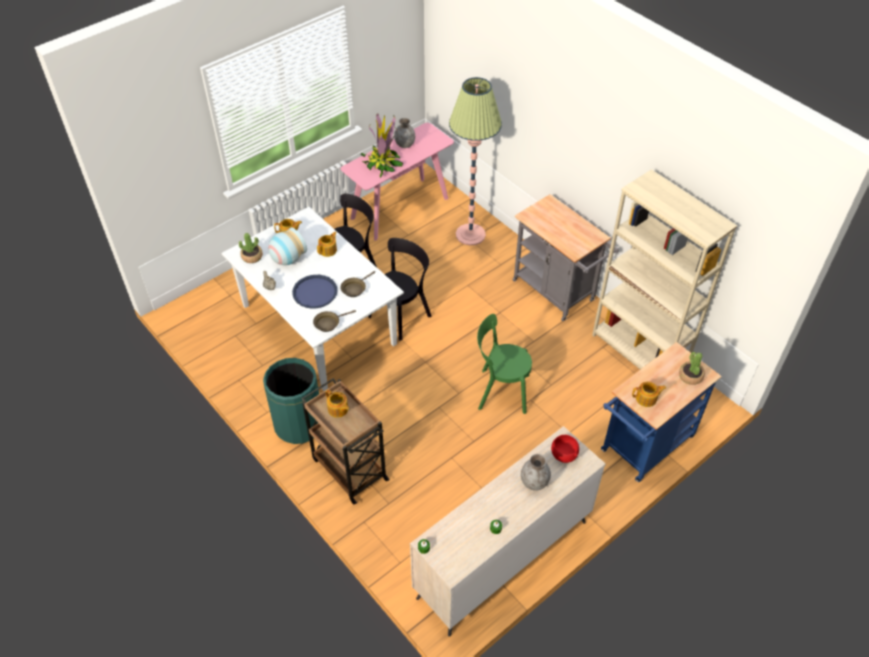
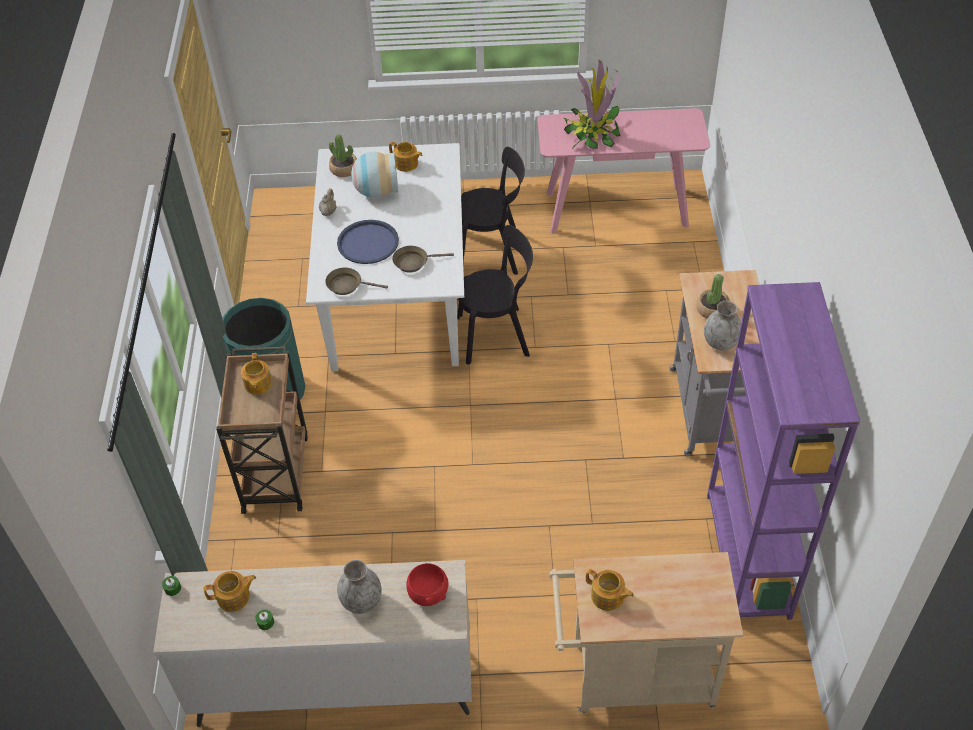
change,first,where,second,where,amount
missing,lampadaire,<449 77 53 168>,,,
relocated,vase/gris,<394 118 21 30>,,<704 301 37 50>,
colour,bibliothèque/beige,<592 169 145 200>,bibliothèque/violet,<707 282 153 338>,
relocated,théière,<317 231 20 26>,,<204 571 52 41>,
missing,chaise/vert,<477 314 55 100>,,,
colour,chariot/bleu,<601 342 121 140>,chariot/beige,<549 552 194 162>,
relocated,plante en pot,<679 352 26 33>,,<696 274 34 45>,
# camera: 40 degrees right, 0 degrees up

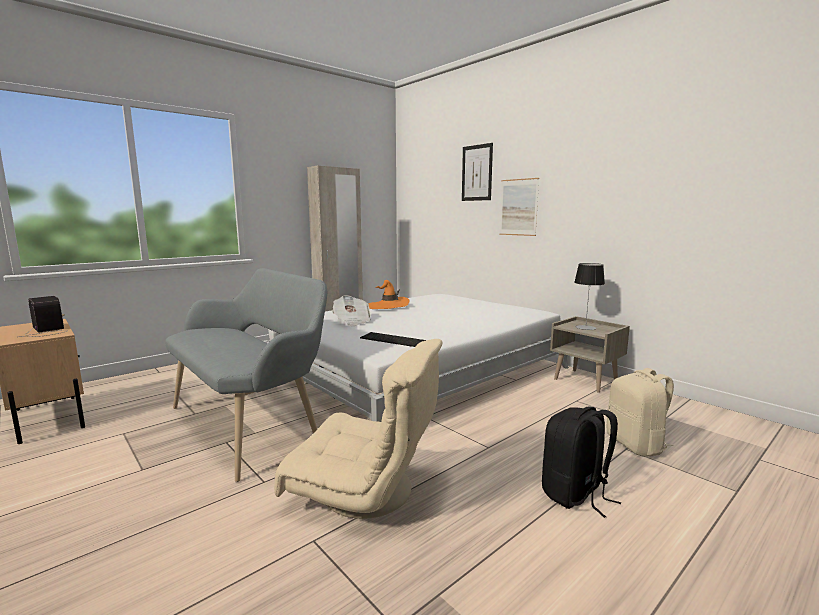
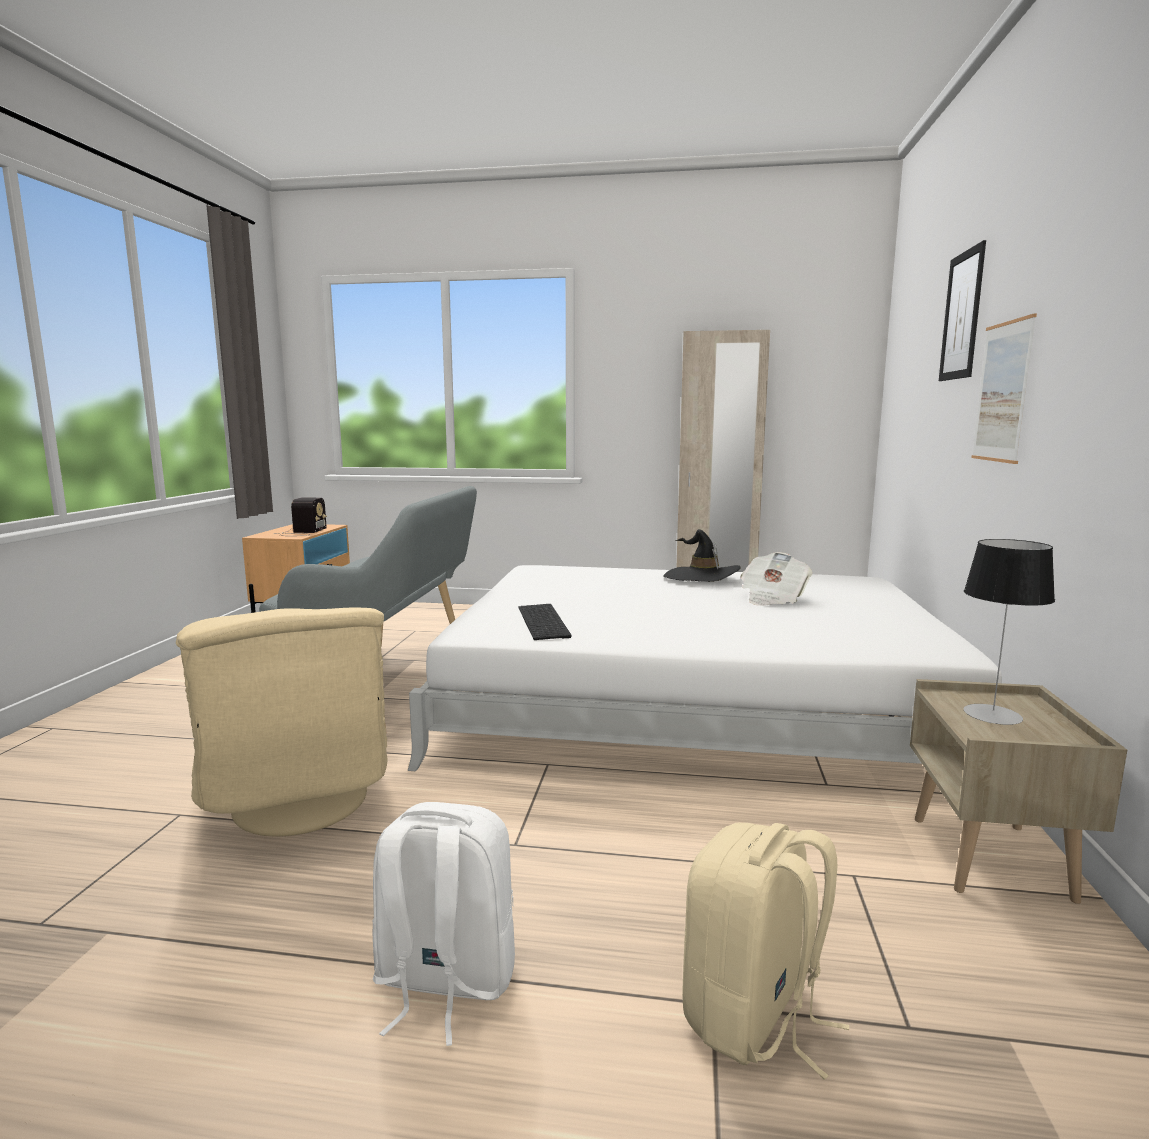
change,first,where,second,where,amount
colour,chapeau/orange,<369 280 40 29>,chapeau/noir,<663 529 78 53>,
relocated,journal,<332 295 39 31>,,<740 552 72 54>,
colour,sac à dos/noir,<542 406 79 112>,sac à dos/blanc,<372 802 143 244>,
# camera: 50 degrees right, 0 degrees up

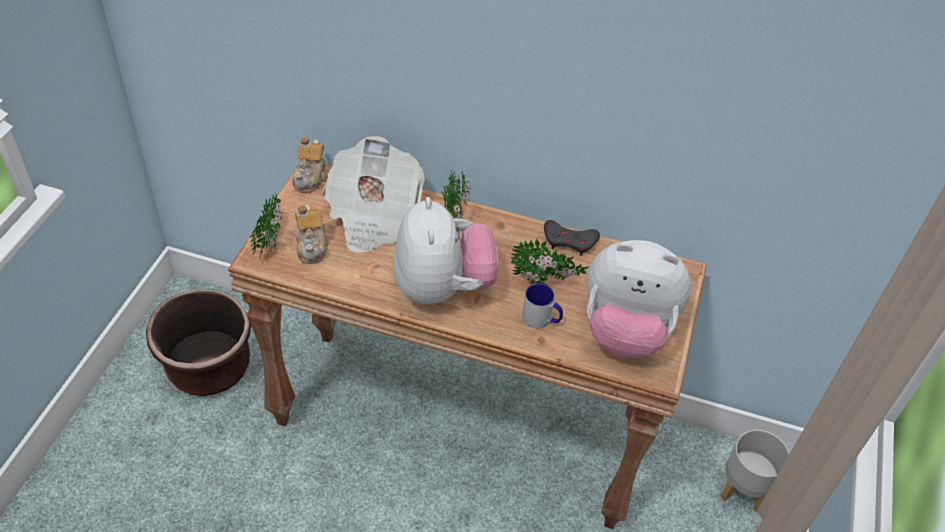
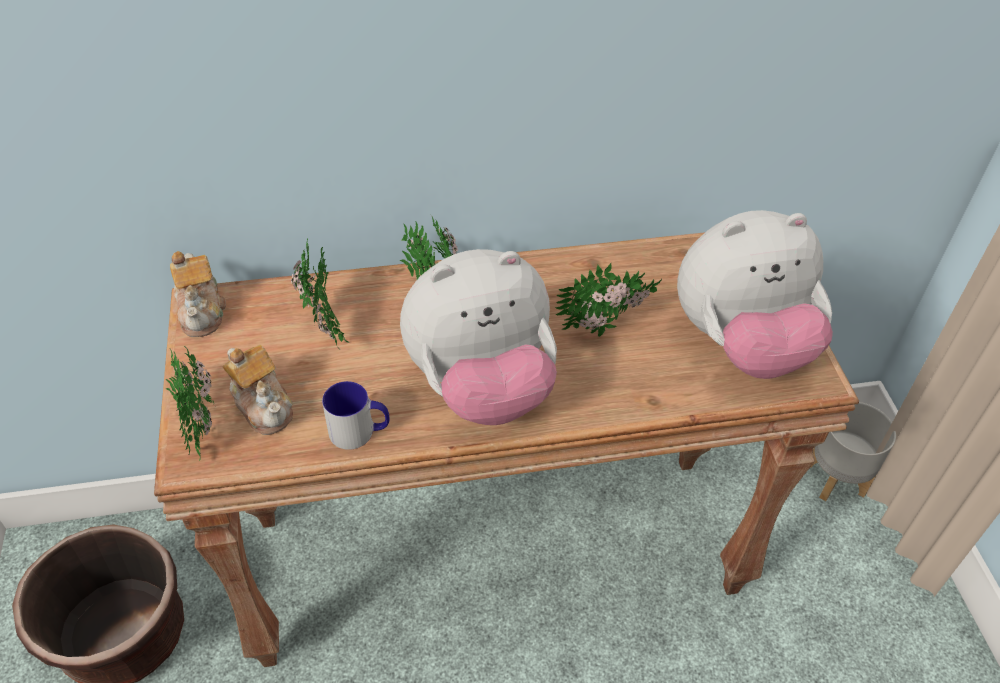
change,first,where,second,where,amount
exchanged,journal,<323 136 102 117>,plante en pot,<291 238 58 109>,
spun,peluche,<393 197 105 107>,,<400 249 157 176>,105 degrees clockwise
missing,manette/gris,<544 220 56 36>,,,
relocated,mug,<522 284 41 44>,,<322 381 67 69>,
# camera: 25 degrees left, 0 degrees up

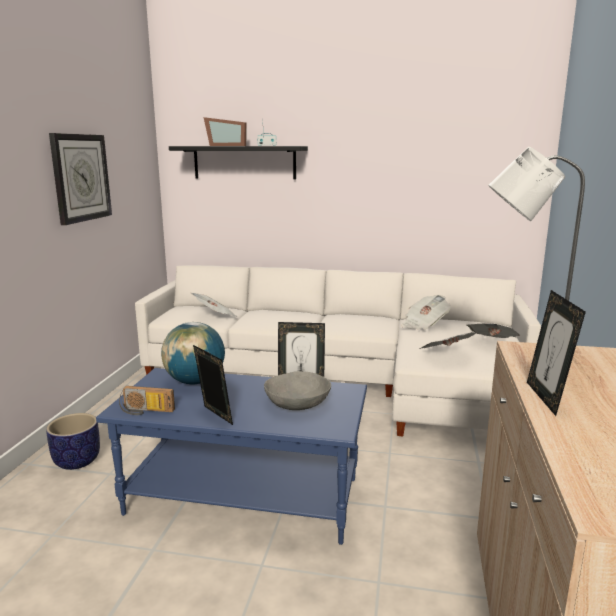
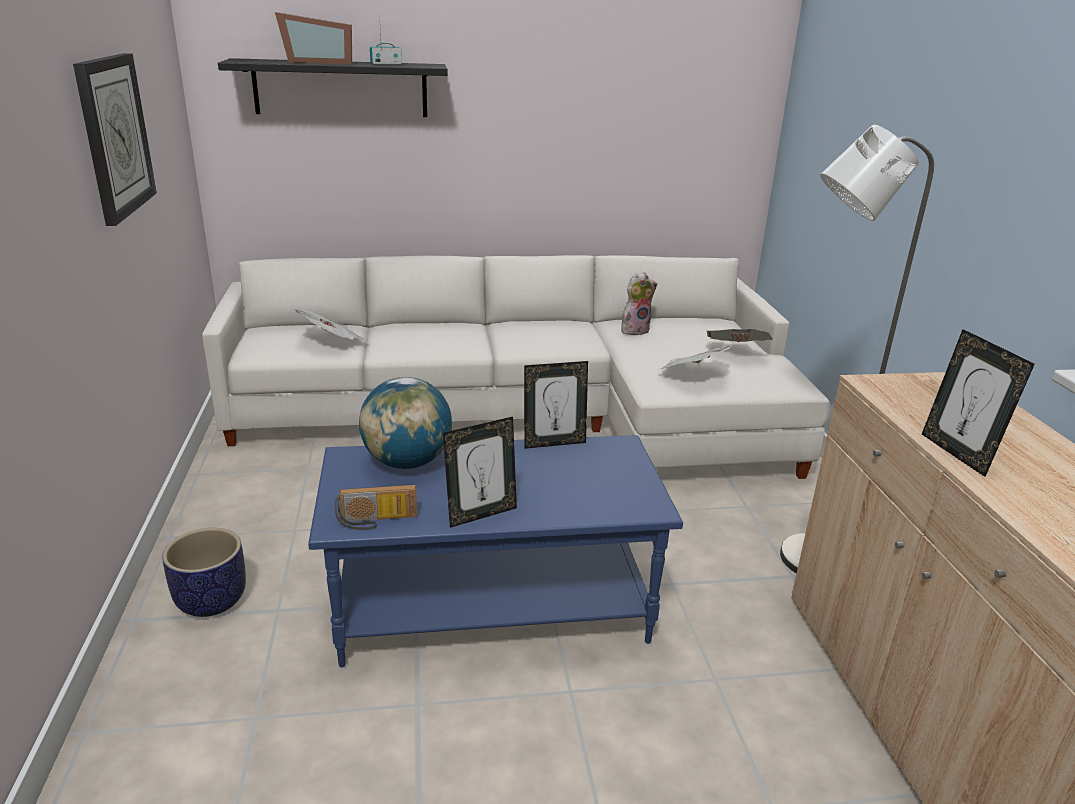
change,first,where,second,where,amount
exchanged,journal,<401 295 50 35>,peluche,<621 272 36 63>,
spun,cadre photo,<193 345 40 80>,,<443 417 74 111>,120 degrees clockwise
missing,bol/gris,<264 371 67 39>,,,
# camera: 20 degrees left, 10 degrees up

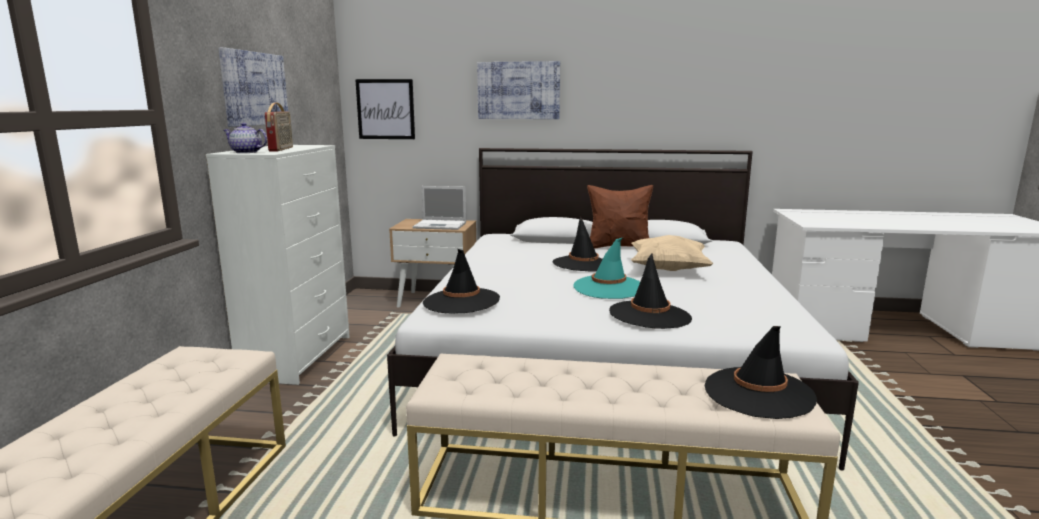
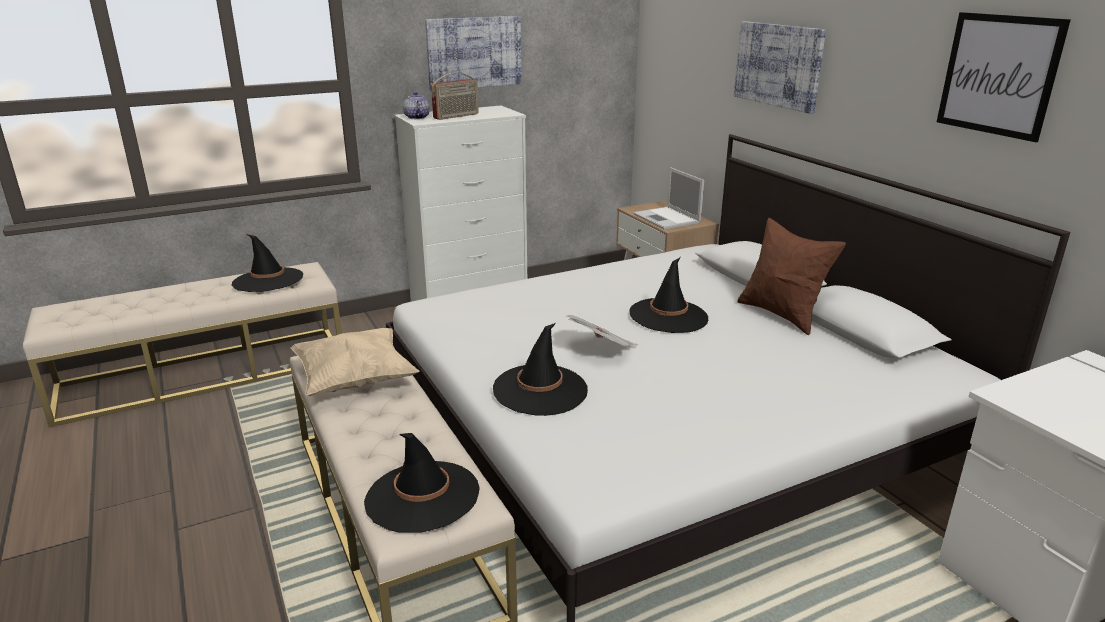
change,first,where,second,where,amount
relocated,tableau,<355 79 60 60>,,<937 12 134 130>,
relocated,coussin/beige,<631 235 82 36>,,<290 328 130 68>,
exchanged,chapeau/turquoise,<573 238 67 61>,journal,<566 315 72 32>,
relocated,chapeau/noir,<423 249 77 65>,,<232 234 71 58>,
# camera: 55 degrees right, 10 degrees up

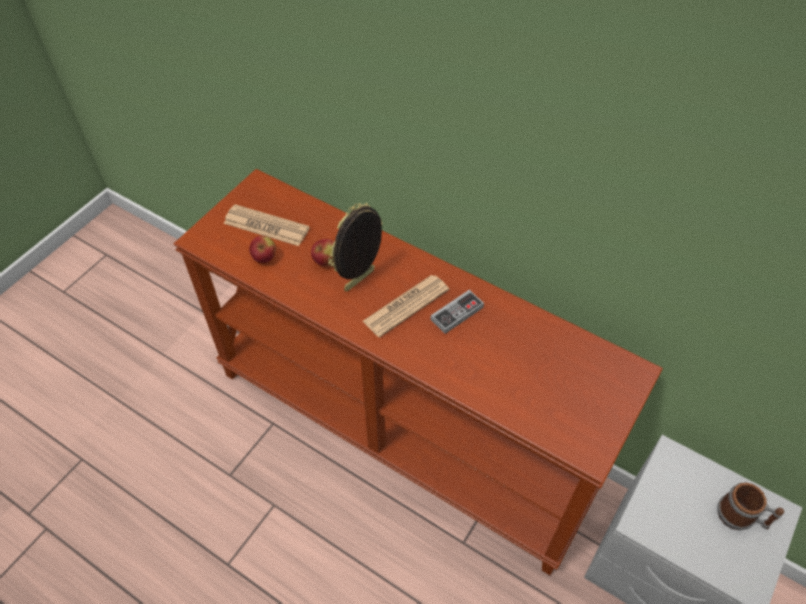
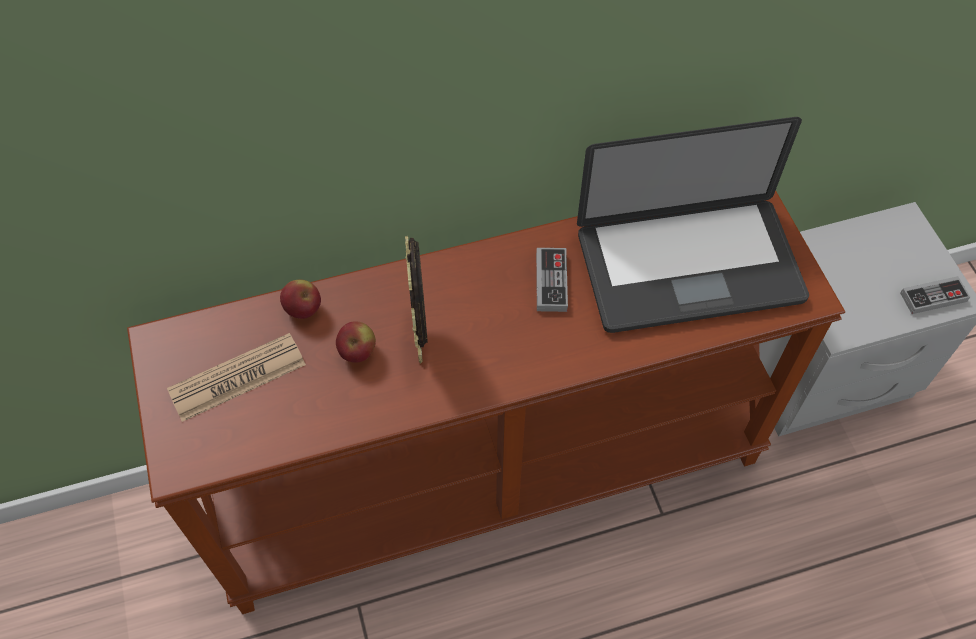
change,first,where,second,where,amount
relocated,pomme,<249 235 27 28>,,<280 280 41 39>,
missing,journal,<363 275 86 63>,,,
missing,mug,<717 483 67 47>,,,
appeared,,,ordinateur portable,<577 117 232 216>,
appeared,,,manette,<900 276 70 38>,
# camera: 50 degrees left, 5 degrees up

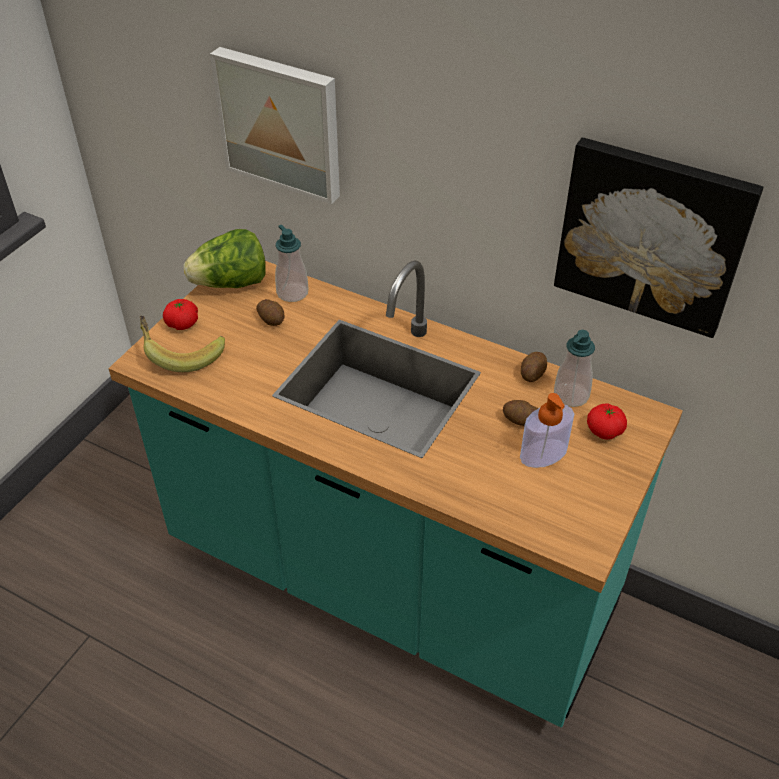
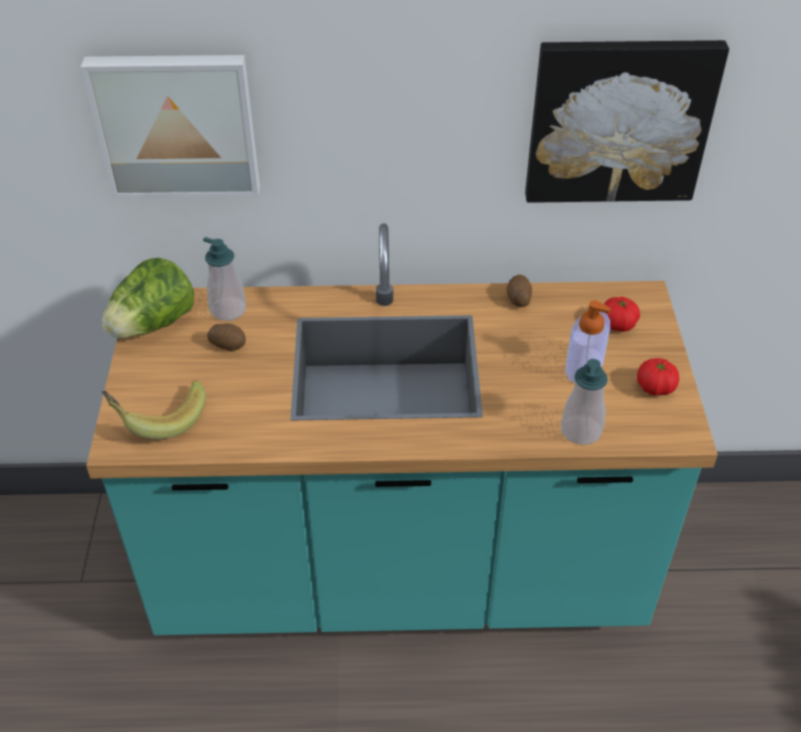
change,first,where,second,where,amount
relocated,tomate,<163 299 35 31>,,<637 358 42 38>,
relocated,distributeur de savon,<554 330 41 77>,,<561 359 47 86>,
missing,pomme de terre,<503 400 36 26>,,,
# camera: 30 degrees left, 0 degrees up

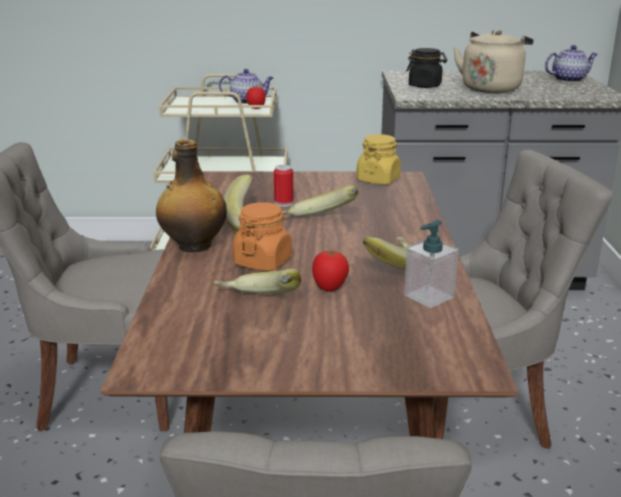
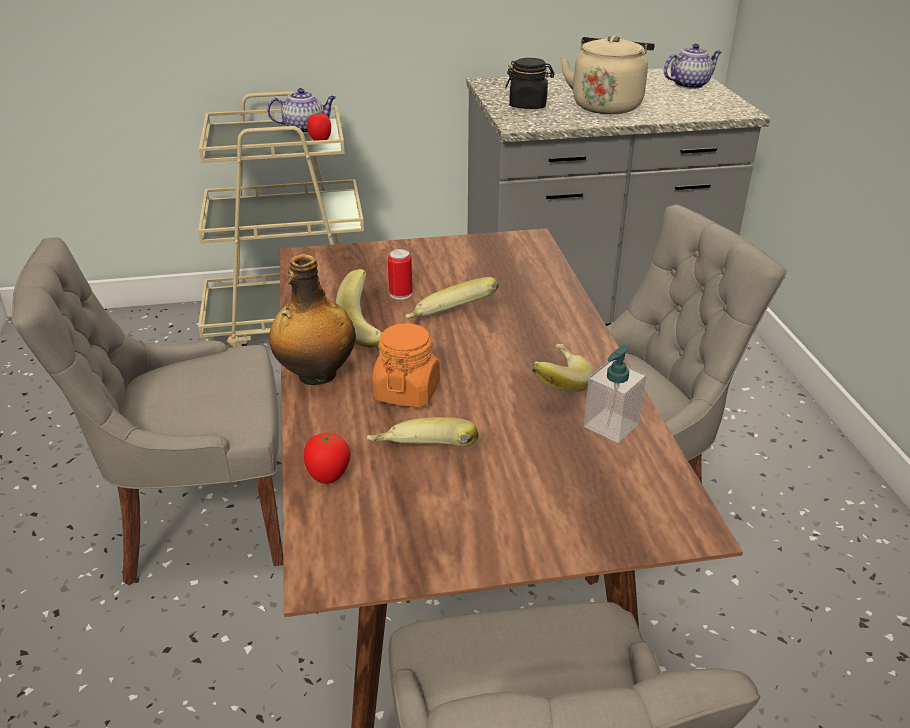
change,first,where,second,where,amount
missing,bocal/jaune,<356 134 45 51>,,,
relocated,tomate,<312 251 37 41>,,<304 432 47 52>,
# camera: 10 degrees left, 10 degrees up

